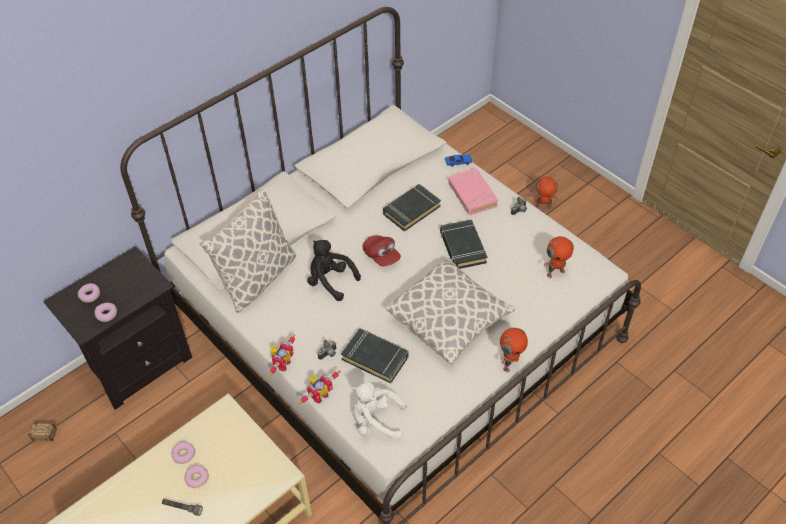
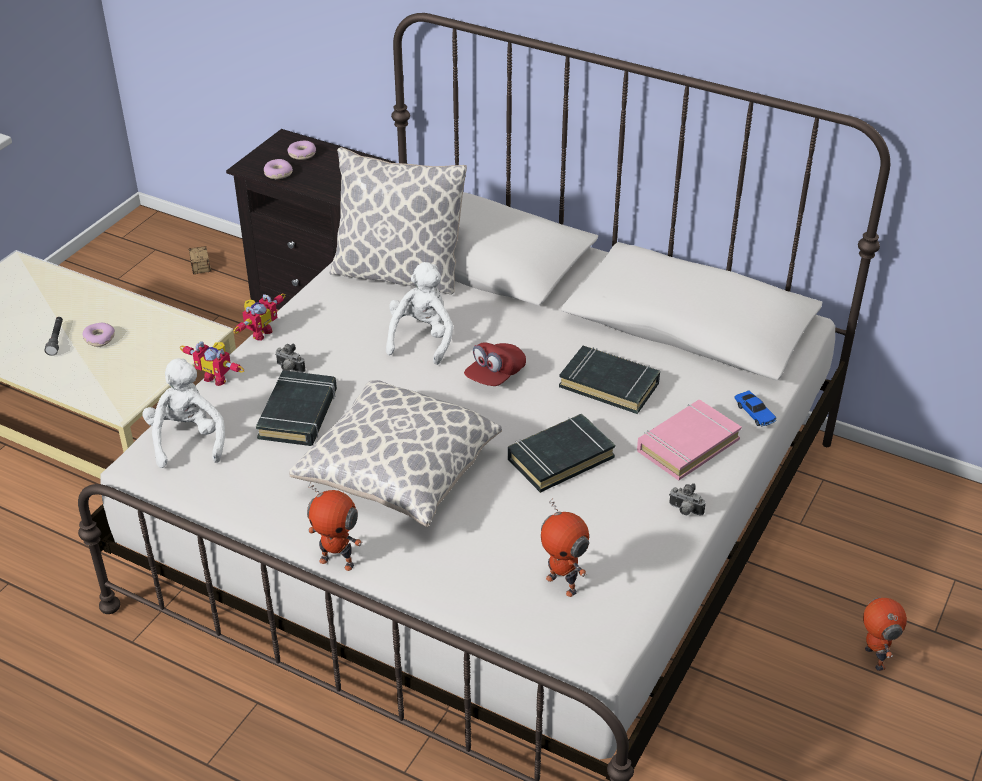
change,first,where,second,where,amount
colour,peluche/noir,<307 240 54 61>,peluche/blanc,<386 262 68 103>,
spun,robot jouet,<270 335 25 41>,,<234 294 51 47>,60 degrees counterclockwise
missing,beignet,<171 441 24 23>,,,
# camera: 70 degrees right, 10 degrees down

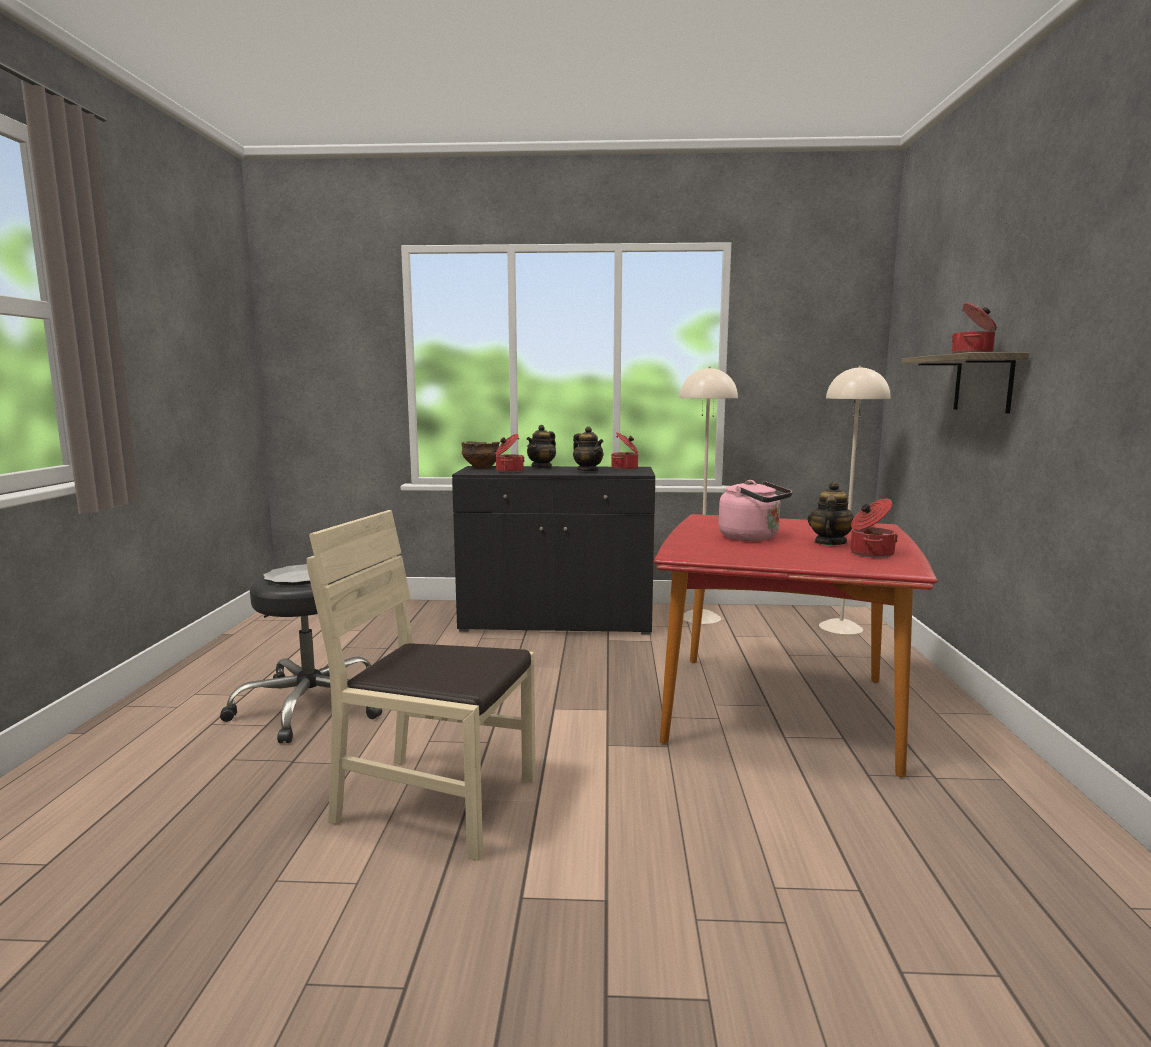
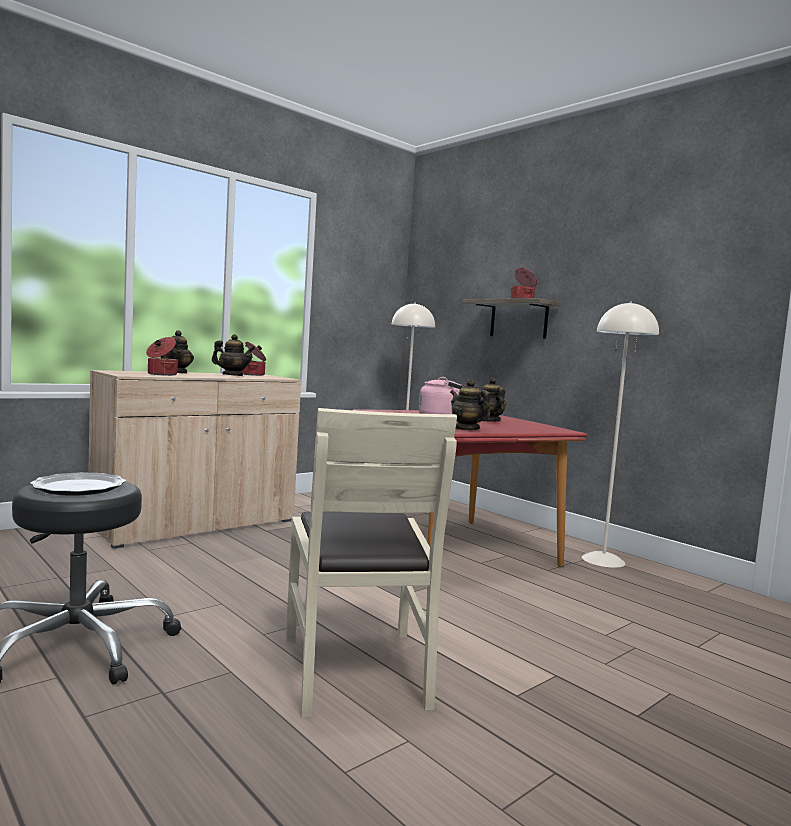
change,first,where,second,where,amount
relocated,lampadaire/beige,<679 367 59 257>,,<582 301 77 267>,
missing,bol,<461 441 39 28>,,,
colour,meuble de rangement/noir,<452 466 203 169>,meuble de rangement/beige,<88 370 213 179>,
missing,marmite,<851 498 47 60>,,,
spun,chaise/beige,<307 510 229 351>,,<286 408 171 310>,75 degrees counterclockwise
appeared,,,théière,<450 380 40 50>,
# camera: 45 degrees left, 5 degrees down

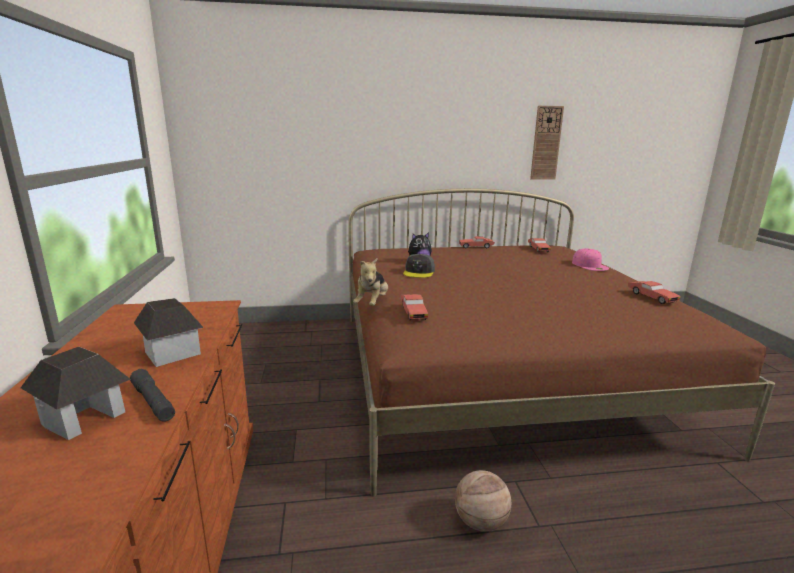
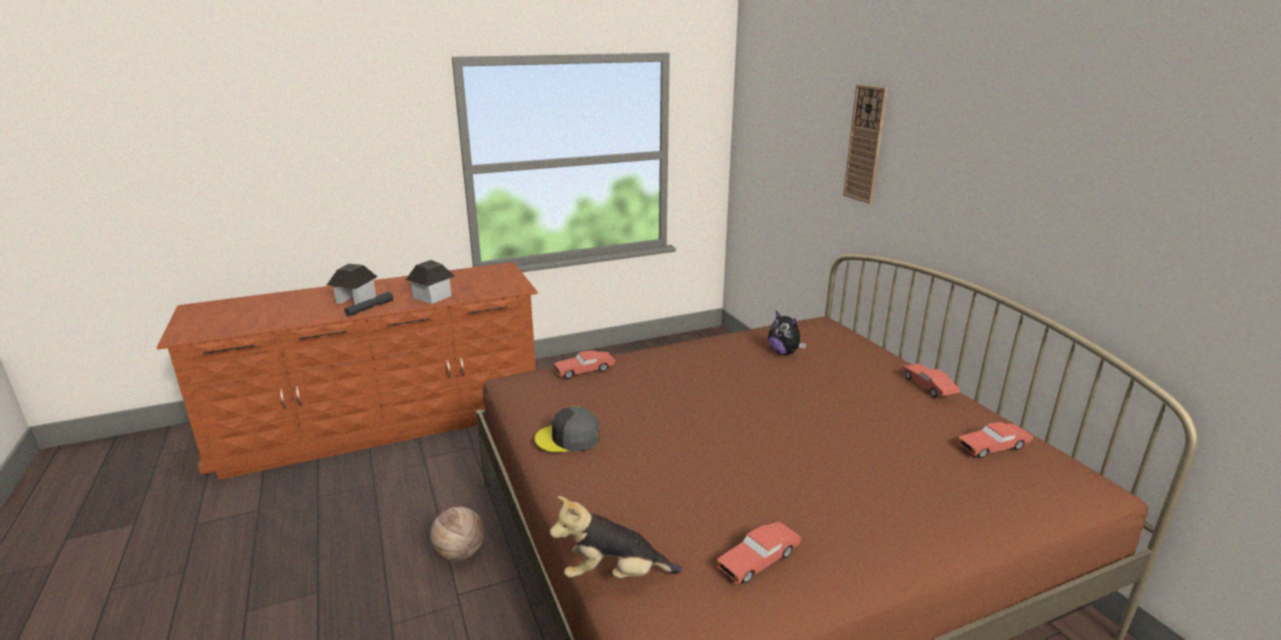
change,first,where,second,where,amount
relocated,horloge murale,<530 106 34 74>,,<843 85 45 119>,
missing,casquette/rose,<572 249 37 22>,,,
relocated,casquette/gris,<403 254 32 24>,,<535 406 65 46>,
relocated,peluche,<353 258 35 48>,,<550 496 132 82>,
# camera: 75 degrees right, 5 degrees up

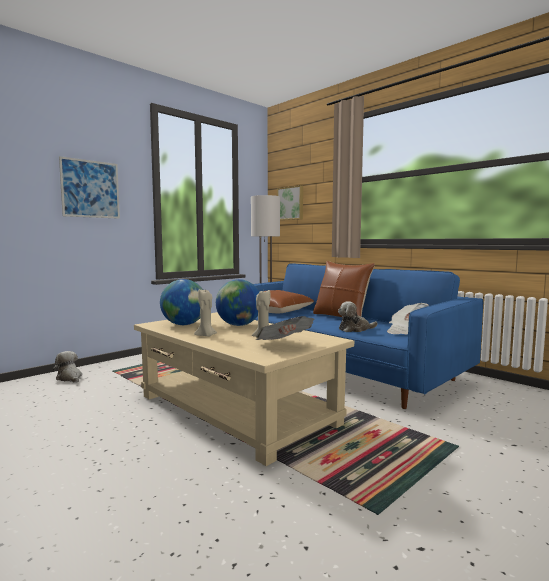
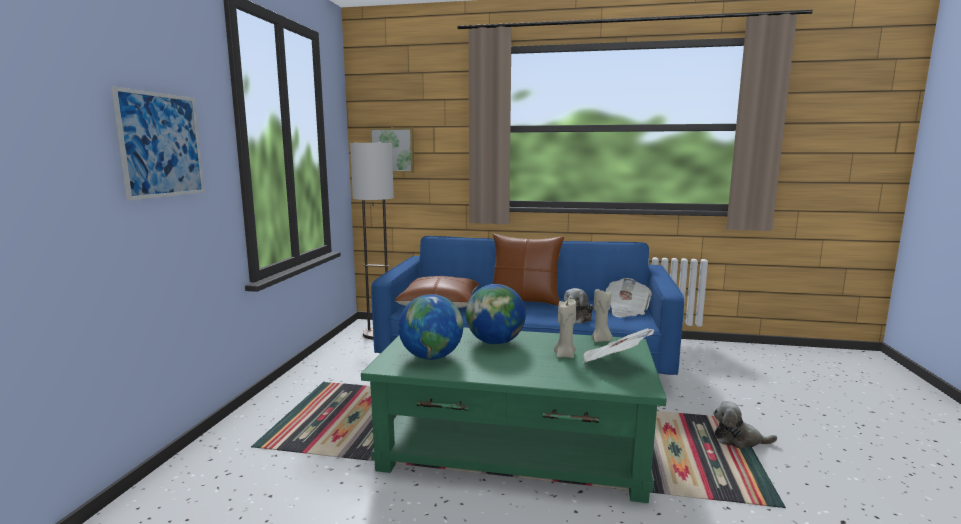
change,first,where,second,where,amount
relocated,bougie/beige,<194 290 23 47>,,<592 289 21 53>,
colour,table basse/beige,<134 312 220 154>,table basse/vert,<361 327 306 176>,
relocated,peluche,<53 351 29 32>,,<713 401 64 48>,
# camera: 35 degrees left, 5 degrees up

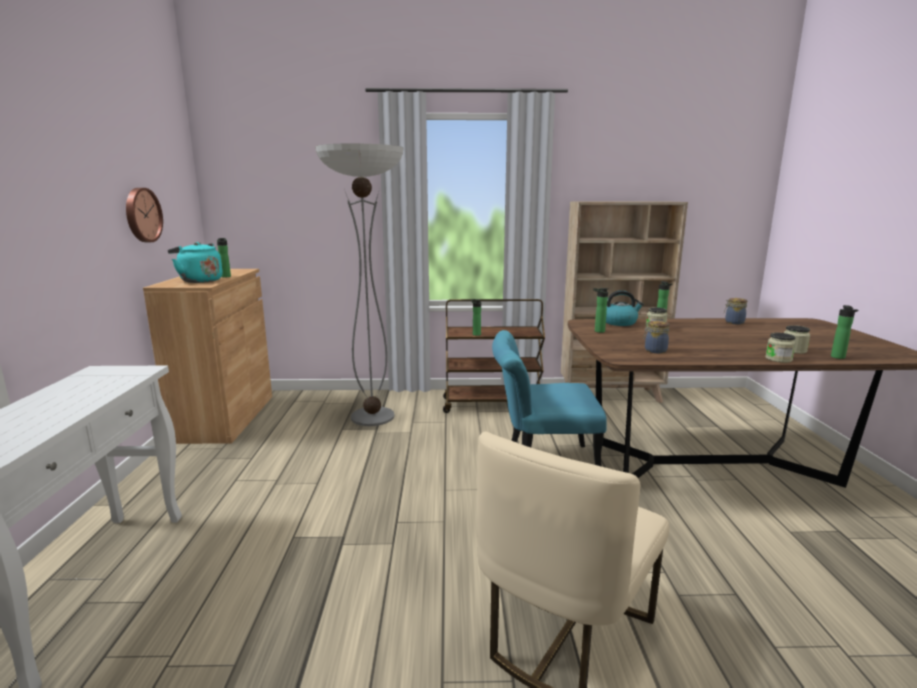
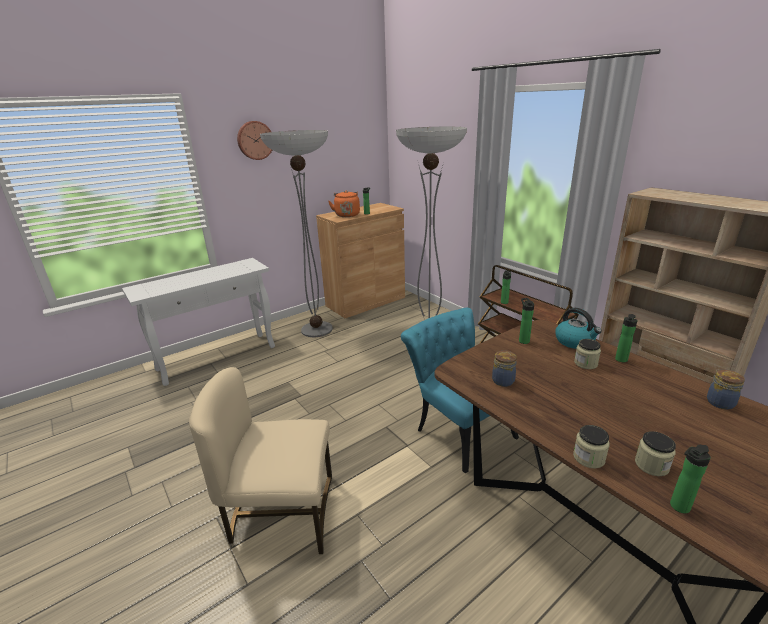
change,first,where,second,where,amount
relocated,horloge murale,<126 188 37 54>,,<237 121 35 39>,
colour,bouilloire/turquoise,<167 242 56 41>,bouilloire/orange,<329 191 31 26>,
appeared,,,lampadaire,<260 130 73 207>,
# camera: 55 degrees right, 10 degrees up

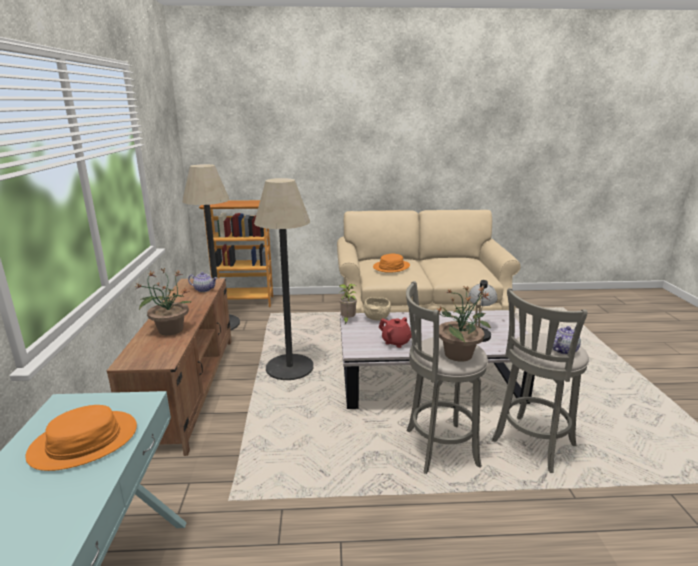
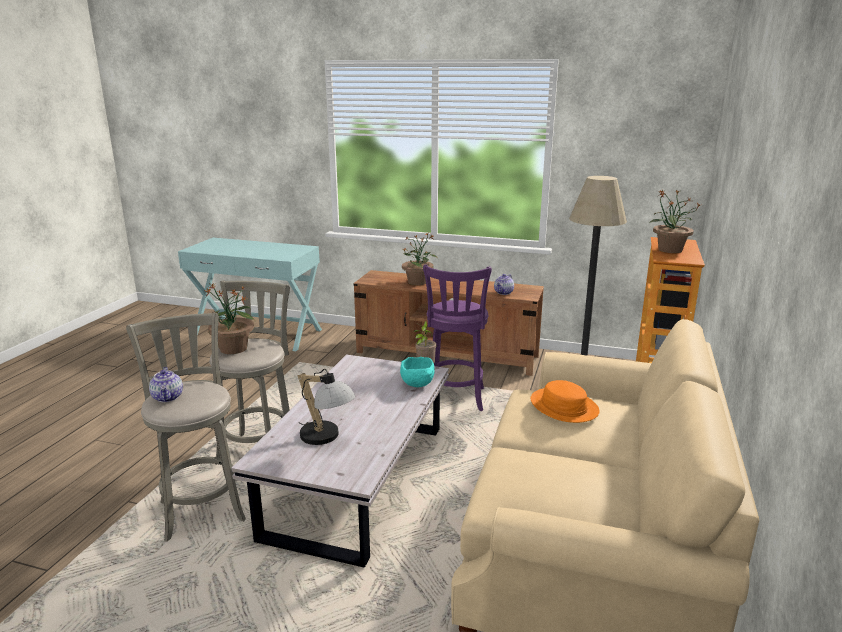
change,first,where,second,where,amount
exchanged,lampadaire,<254 178 60 202>,tabouret/violet,<423 264 69 147>,
colour,bol/beige,<364 297 27 24>,bol/turquoise,<400 357 35 30>,
missing,théière/rouge,<379 317 33 31>,,,
missing,chapeau/orange,<25 405 112 66>,,,
appeared,,,plante en pot,<649 190 51 63>,
# camera: 110 degrees right, 0 degrees up

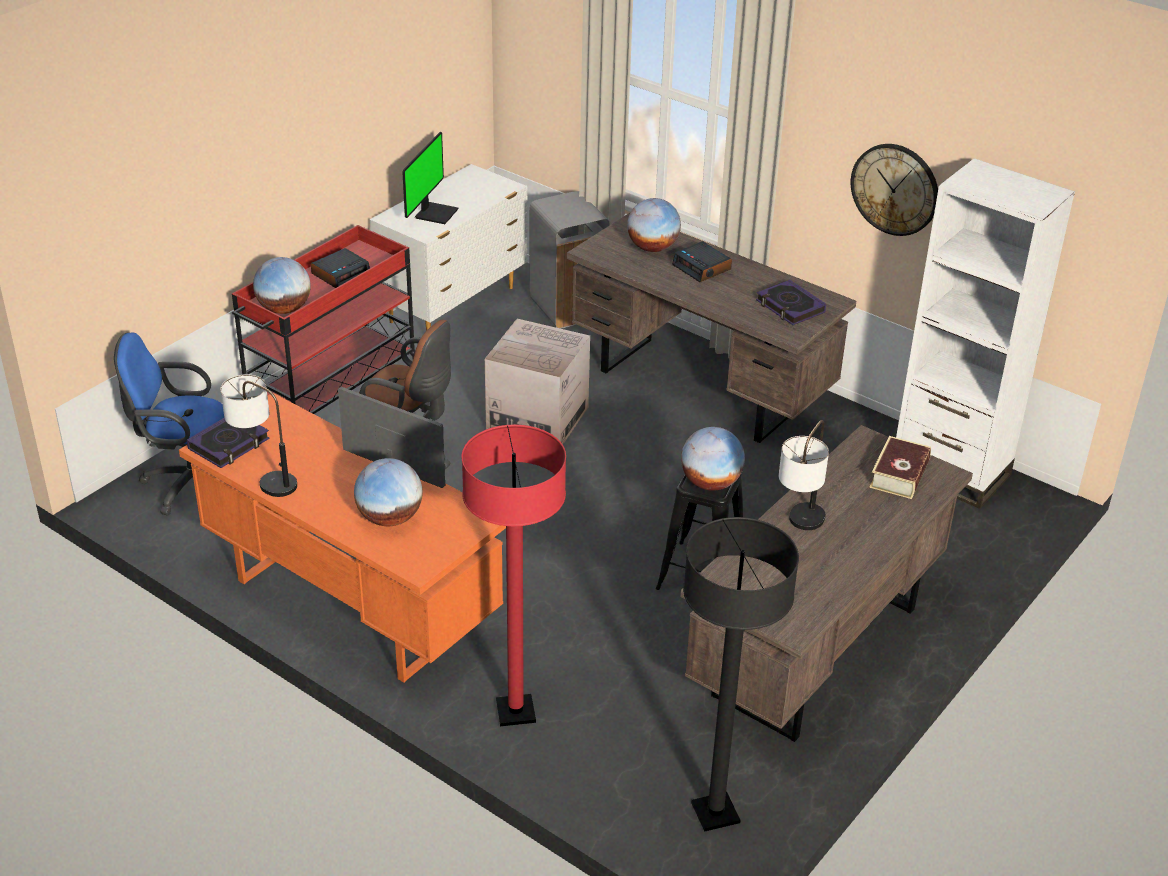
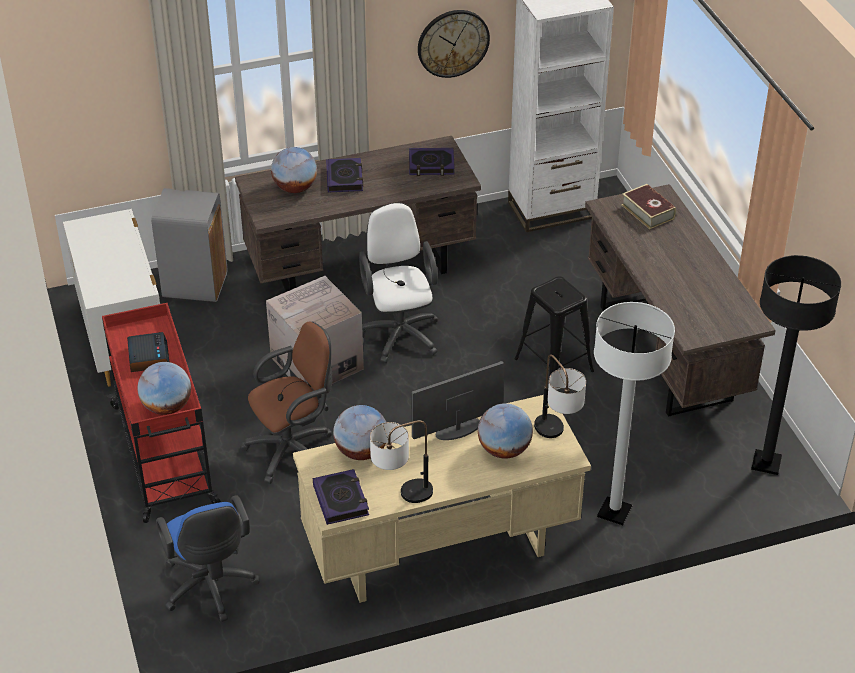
change,first,where,second,where,amount
missing,écran d'ordinateur,<402 132 57 92>,,,
exchanged,réveil,<672 242 60 40>,livre,<326 158 37 35>,
spun,chaise de bureau/bleu,<114 332 110 184>,,<156 495 104 127>,60 degrees counterclockwise
colour,bureau/orange,<179 393 327 289>,bureau/beige,<293 395 298 208>,
relocated,lampe de table,<779 420 50 110>,,<534 354 52 84>,
colour,lampadaire/rouge,<461 425 105 301>,lampadaire/blanc,<594 302 81 223>,
relocated,globe,<681 427 64 64>,,<333 405 53 55>,
appeared,,,chaise de bureau/blanc,<359 203 79 160>,
# camera: 55 degrees left, 5 degrees up

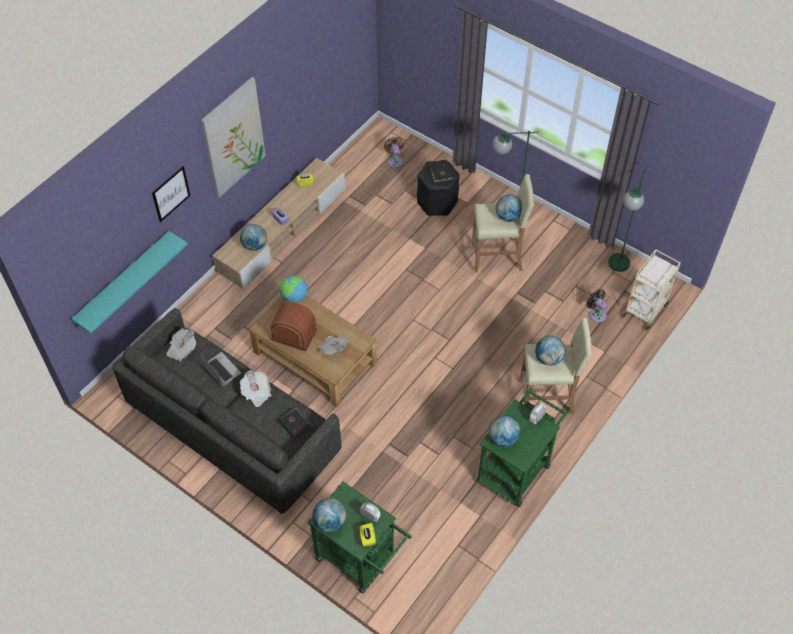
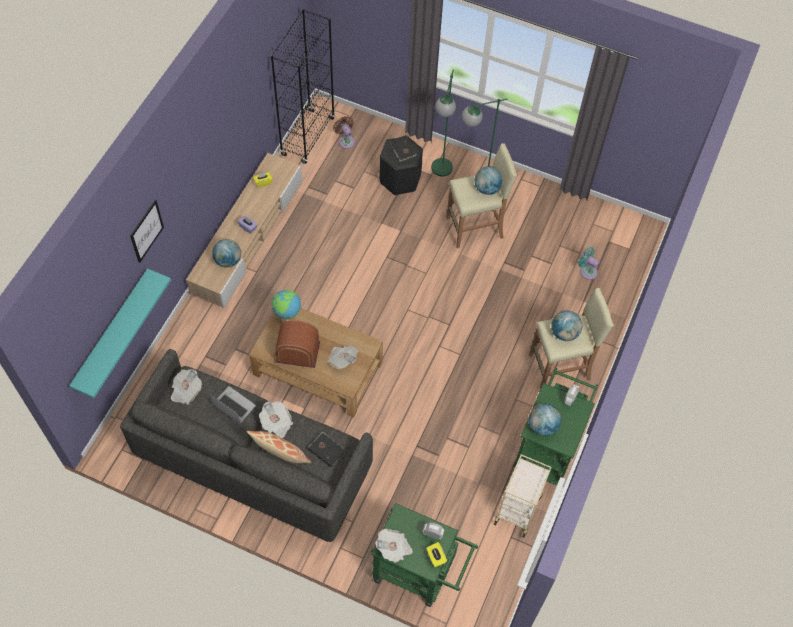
change,first,where,second,where,amount
missing,tableau,<201 77 65 121>,,,
relocated,lampadaire/vert,<608 165 39 107>,,<431 70 25 107>,
relocated,chariot/beige,<622 249 59 82>,,<494 454 58 84>,
colour,ventilateur/noir,<586 289 22 34>,ventilateur/turquoise,<578 247 22 33>,
exchanged,globe,<313 498 33 34>,journal,<375 529 38 34>,
appeared,,,bibliothèque/noir,<271 9 64 155>,
appeared,,,coussin,<247 431 64 32>,
# camera: 15 degrees left, 5 degrees up

